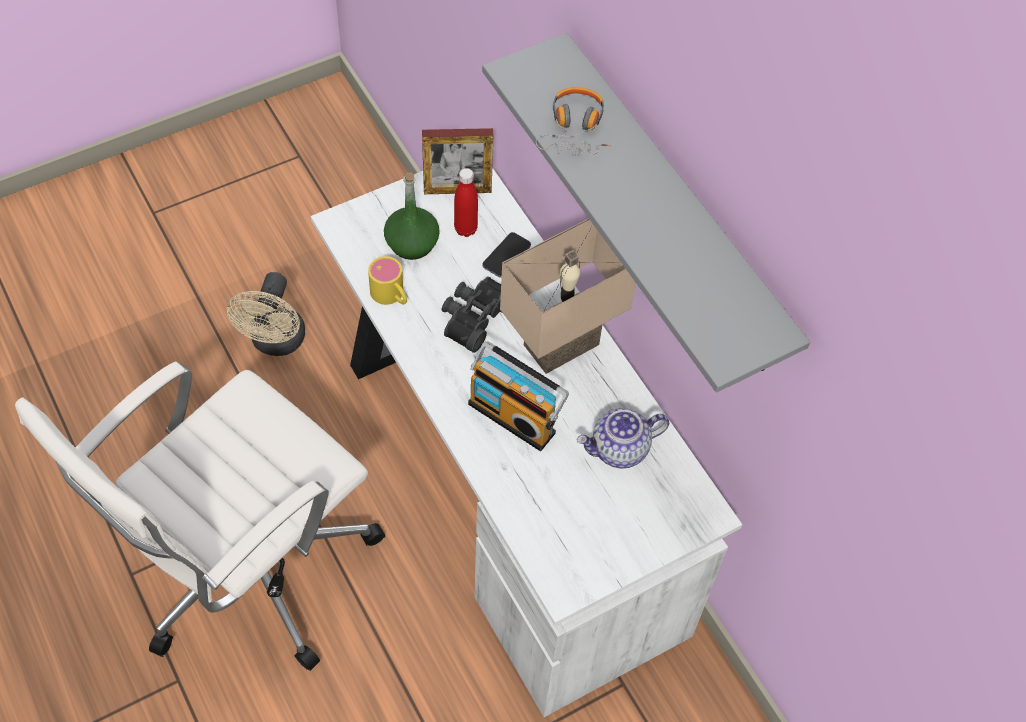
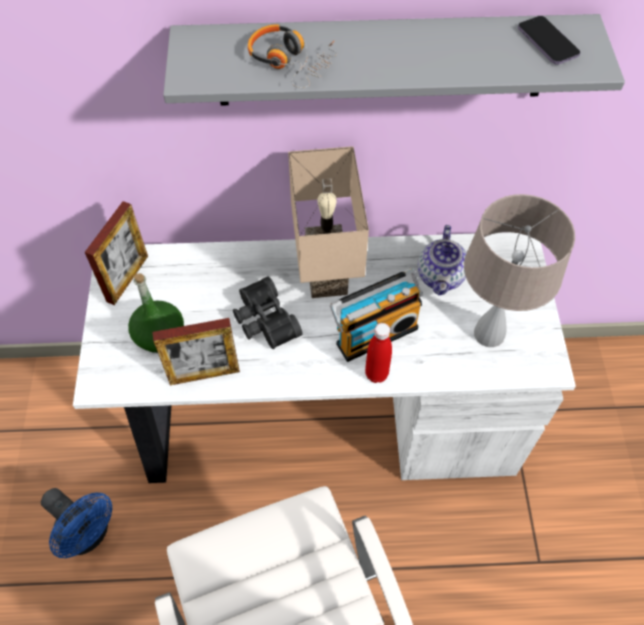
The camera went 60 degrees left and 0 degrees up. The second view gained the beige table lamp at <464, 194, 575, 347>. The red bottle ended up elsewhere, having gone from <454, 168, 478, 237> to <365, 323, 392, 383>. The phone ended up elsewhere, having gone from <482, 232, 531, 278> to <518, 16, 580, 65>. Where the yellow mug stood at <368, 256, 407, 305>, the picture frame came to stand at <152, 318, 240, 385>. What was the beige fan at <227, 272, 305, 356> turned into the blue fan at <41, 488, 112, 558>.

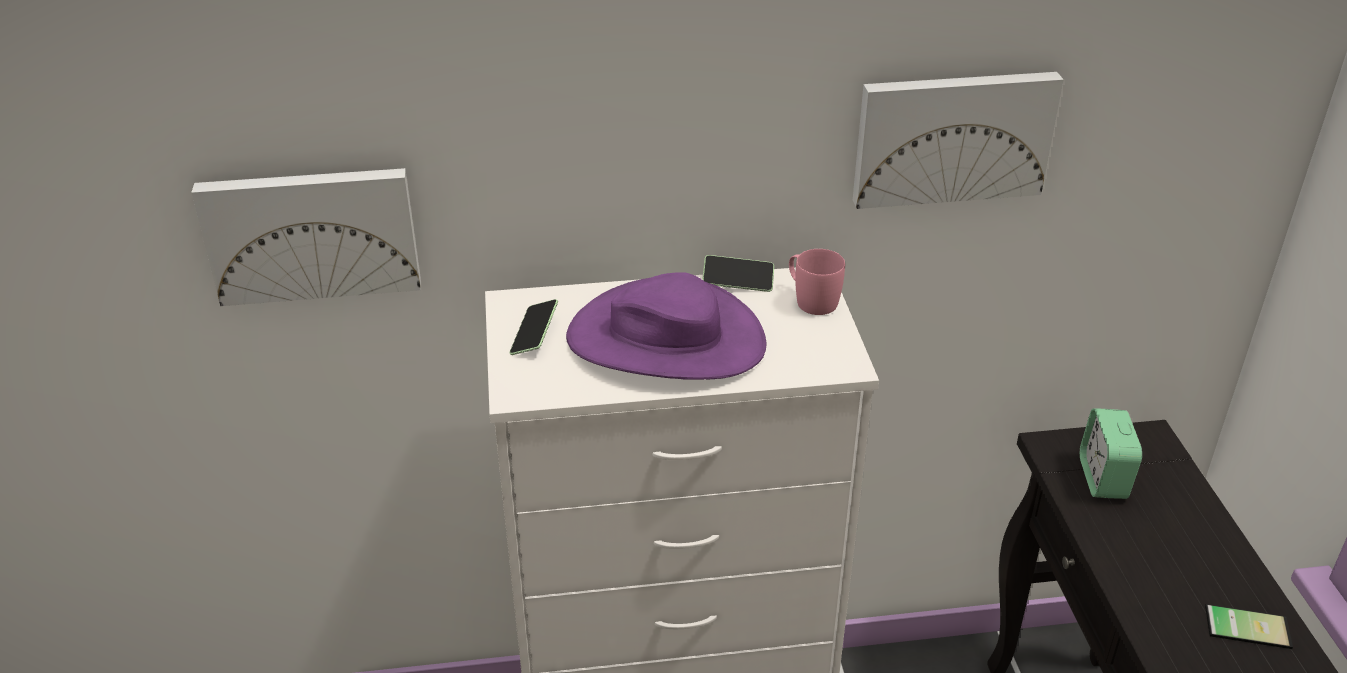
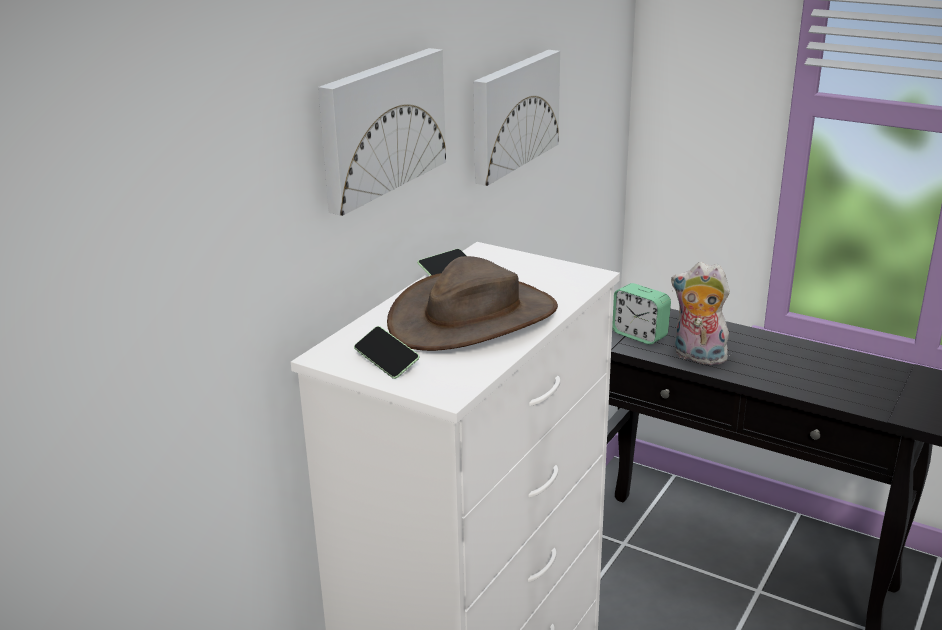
The camera went 50 degrees left and 10 degrees down. The second view lost the pink mug at <789, 249, 845, 315>. The second view lost the phone at <1205, 604, 1293, 649>. The second view gained the plush toy at <671, 262, 730, 365>. The picture ended up elsewhere, having gone from <191, 168, 421, 306> to <318, 48, 446, 216>. What was the purple hat at <566, 272, 767, 380> turned into the brown hat at <387, 256, 558, 351>.

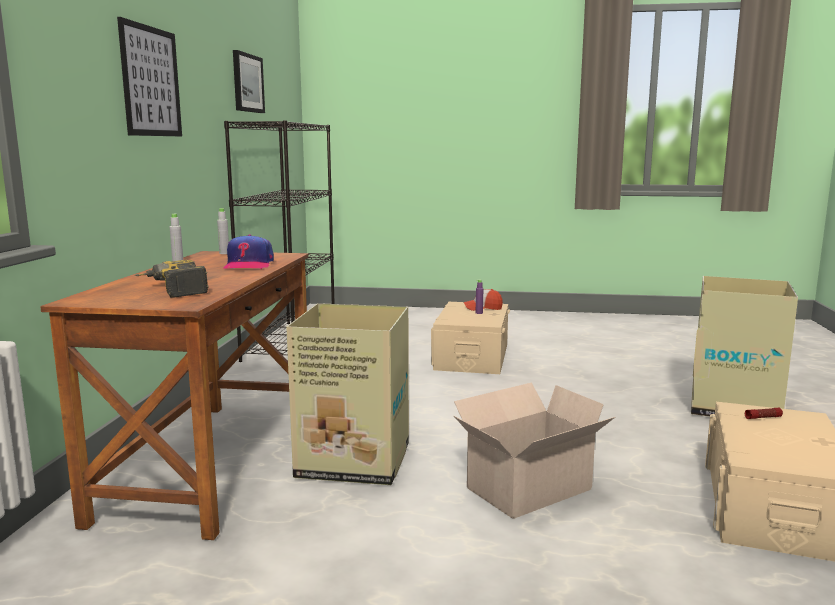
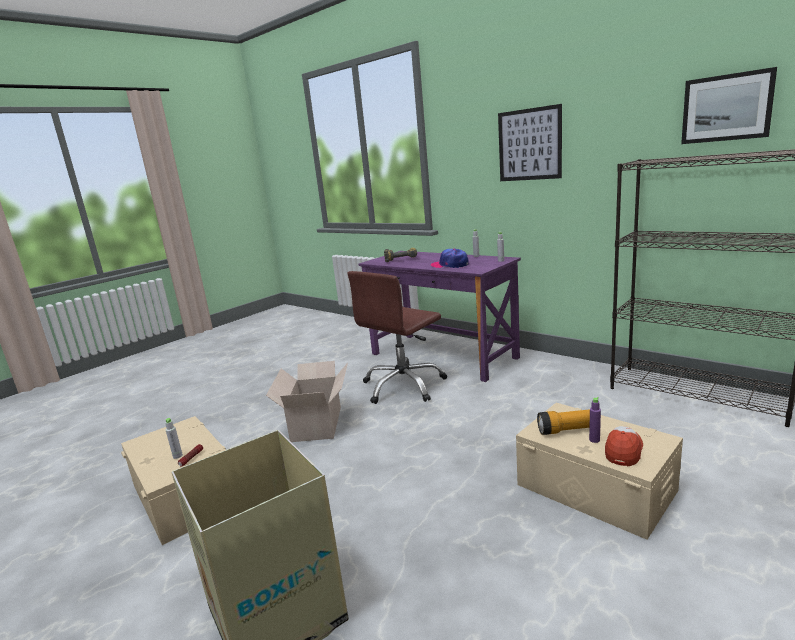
The camera went 125 degrees right and 5 degrees up. The second view gained the grey bottle at <165, 418, 183, 459>. The second view gained the flashlight at <537, 409, 590, 435>. Where the cardboard box stood at <286, 303, 409, 485>, the brown office chair came to stand at <347, 271, 447, 404>. What was the brown desk at <40, 251, 309, 540> turned into the purple desk at <358, 251, 521, 382>.

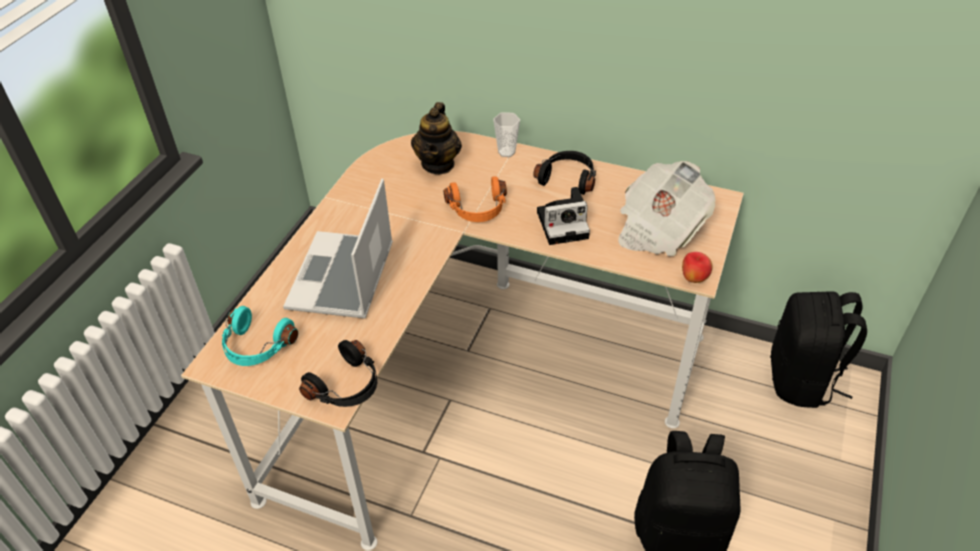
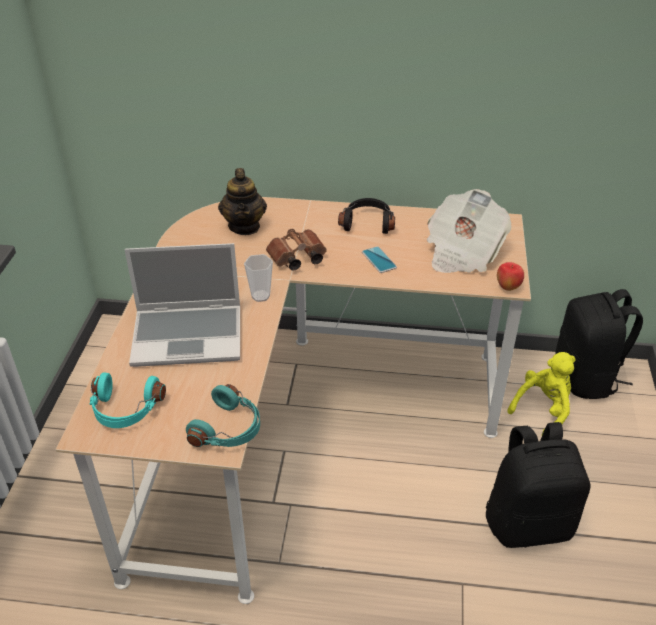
The camera went 15 degrees left and 5 degrees down. The second view gained the yellow plush toy at <507, 352, 576, 435>. The cup ended up elsewhere, having gone from <493, 112, 520, 157> to <244, 254, 273, 302>. Where the orange headphones stood at <444, 176, 507, 222>, the brown binoculars came to stand at <266, 229, 327, 271>. Where the photo camera stood at <537, 187, 590, 245>, the phone came to stand at <362, 246, 397, 273>. What was the black headphones at <299, 340, 377, 407> turned into the turquoise headphones at <186, 384, 260, 447>. The laptop at <283, 178, 393, 319> ended up facing another way, 90 degrees counterclockwise from before.

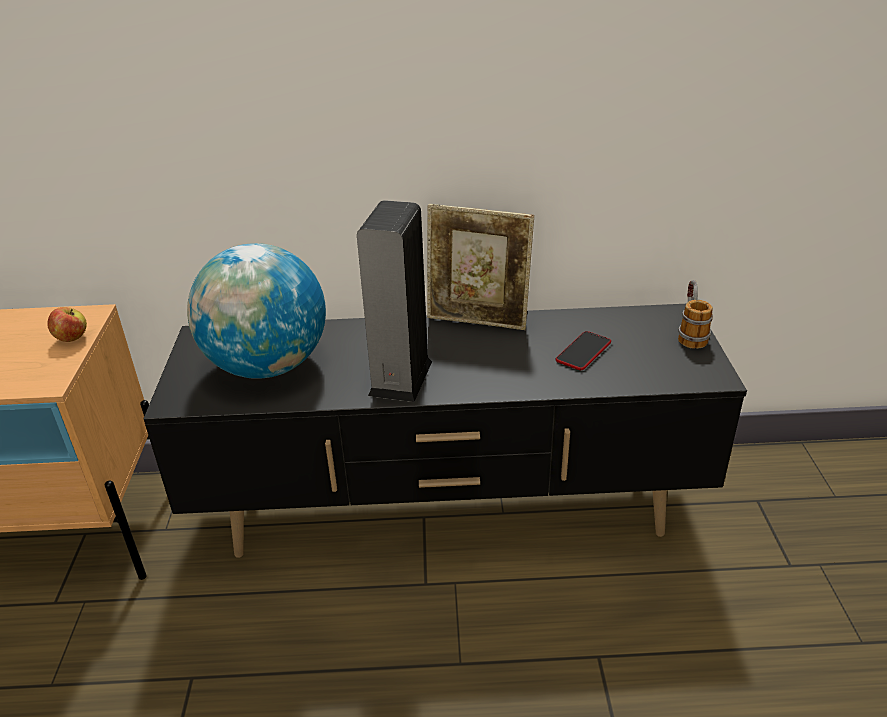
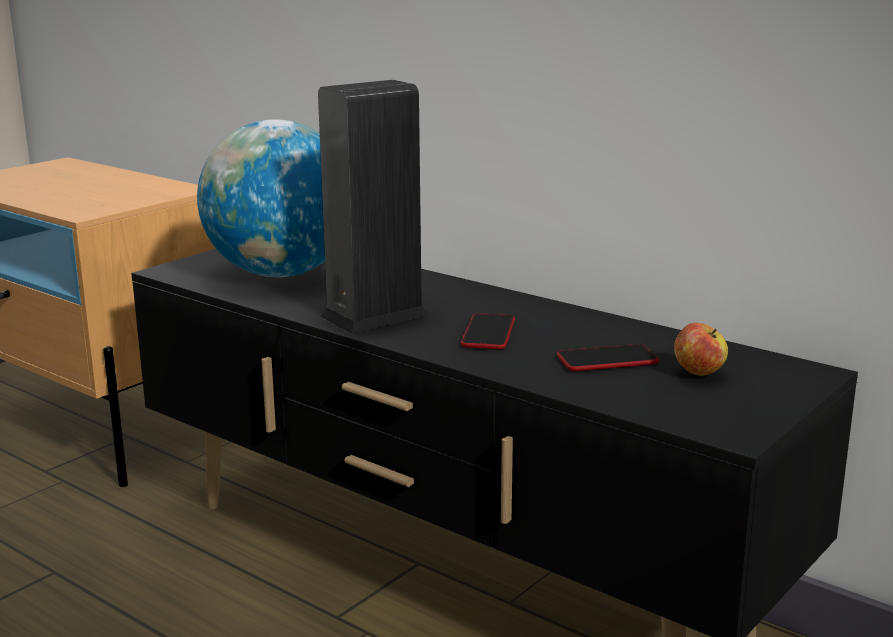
The camera went 40 degrees right and 15 degrees down. The second view lost the picture frame at <427, 204, 534, 330>. The second view lost the mug at <678, 280, 713, 349>. The second view gained the phone at <461, 313, 515, 349>. The apple ended up elsewhere, having gone from <47, 307, 87, 342> to <674, 323, 728, 376>.

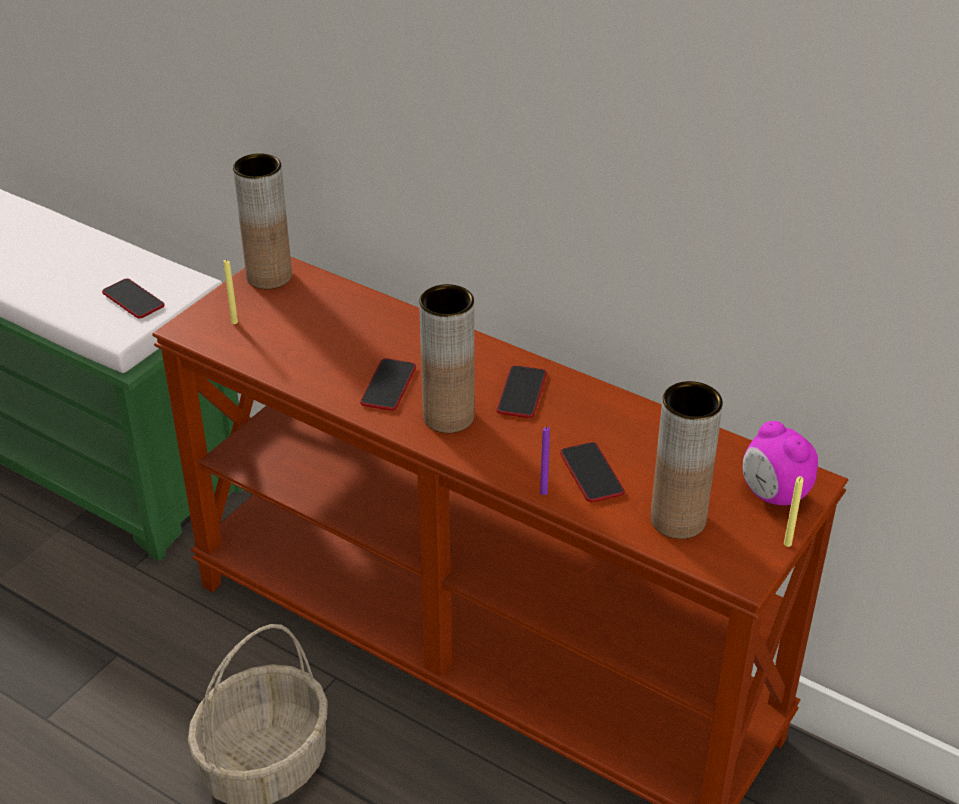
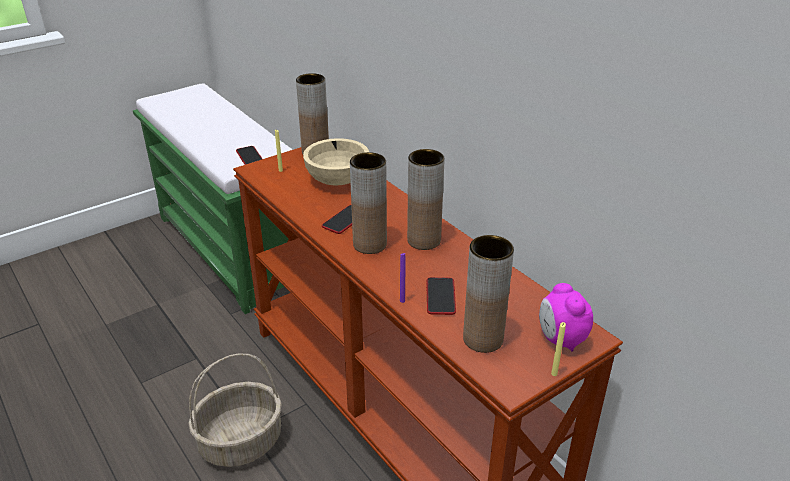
The camera went 20 degrees right and 5 degrees down. The second view gained the beige bowl at <303, 138, 369, 185>. Where the phone stood at <496, 365, 547, 418>, the brown vase came to stand at <407, 149, 445, 250>.

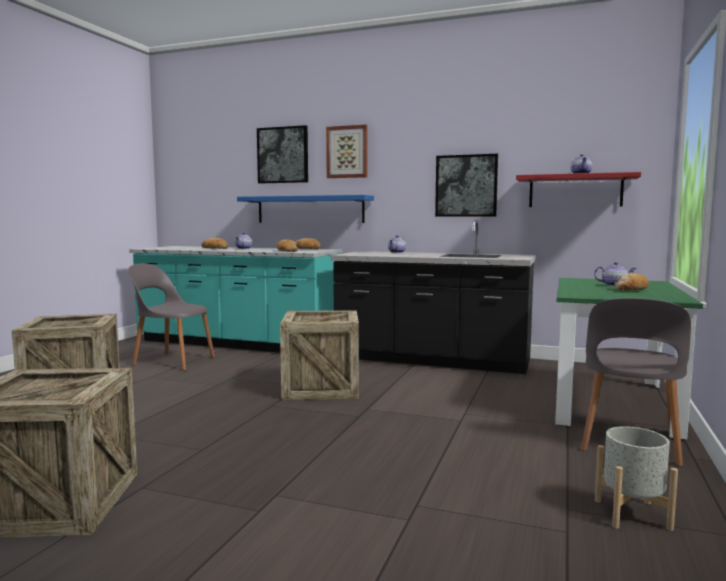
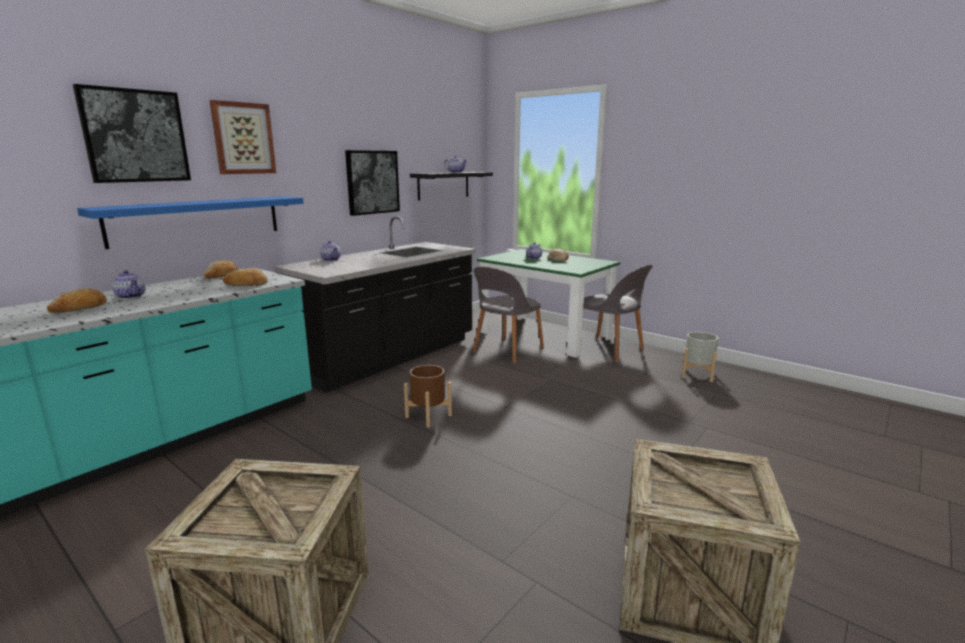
The camera went 70 degrees left and 10 degrees up. The grey chair ended up elsewhere, having gone from <128, 263, 215, 370> to <473, 267, 544, 365>. Where the crate stood at <280, 310, 359, 400>, the brown planter came to stand at <404, 365, 452, 428>. What was the red shelf at <516, 172, 641, 207> turned into the black shelf at <410, 172, 493, 201>.

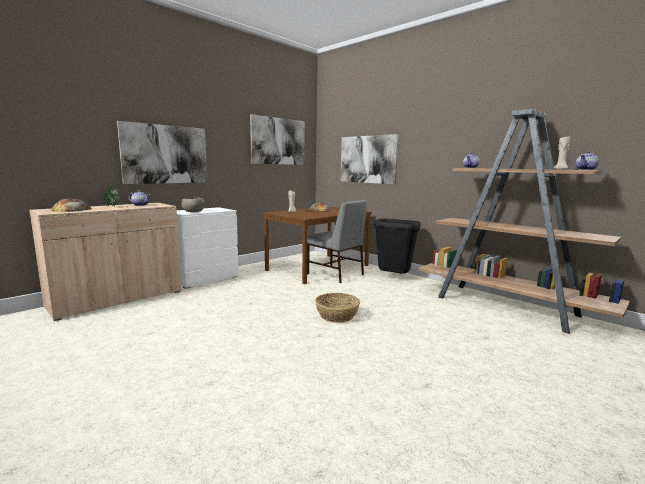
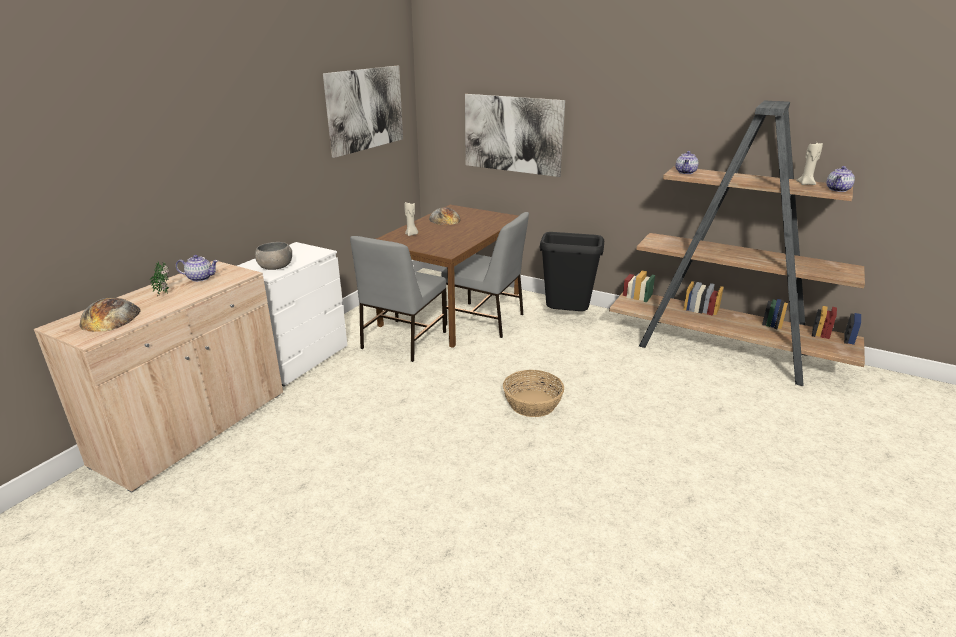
The camera went 15 degrees left and 15 degrees up. The second view lost the picture at <117, 121, 207, 184>. The second view gained the grey chair at <350, 236, 446, 362>.

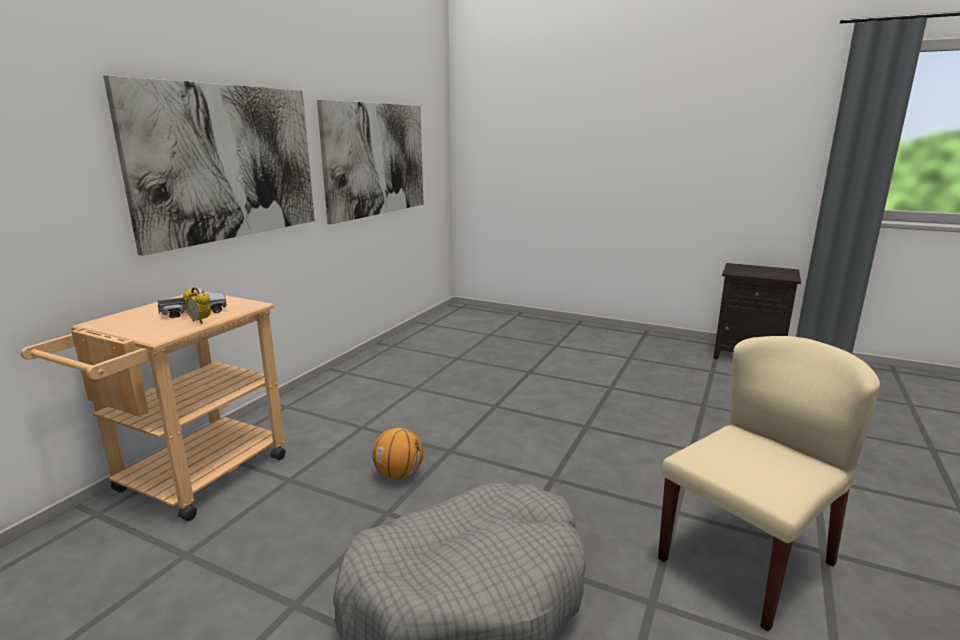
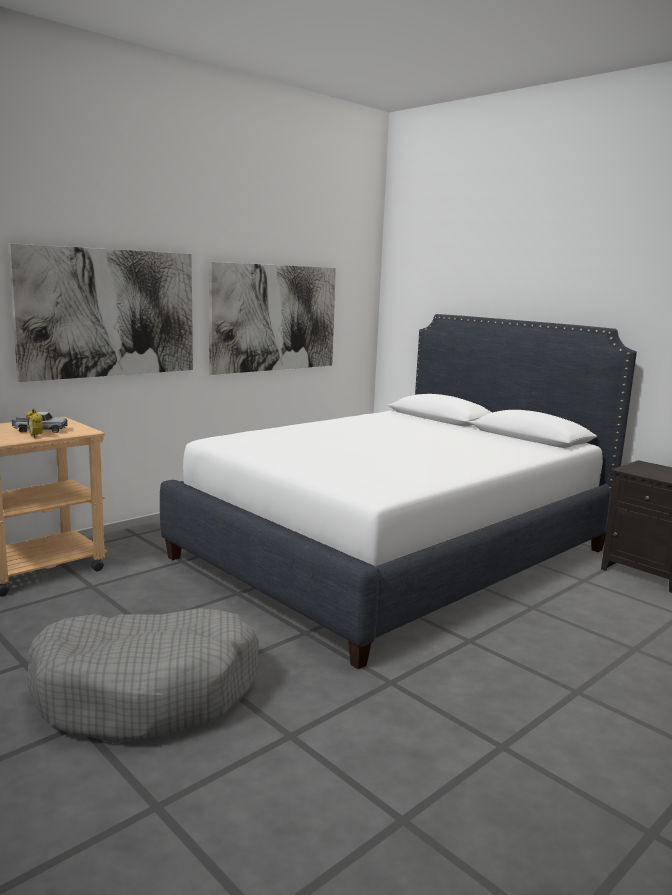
The camera went 20 degrees right and 5 degrees down. The second view lost the basketball at <372, 428, 423, 479>. The second view lost the beige chair at <658, 336, 880, 631>. The second view gained the white bed at <160, 314, 637, 669>.

